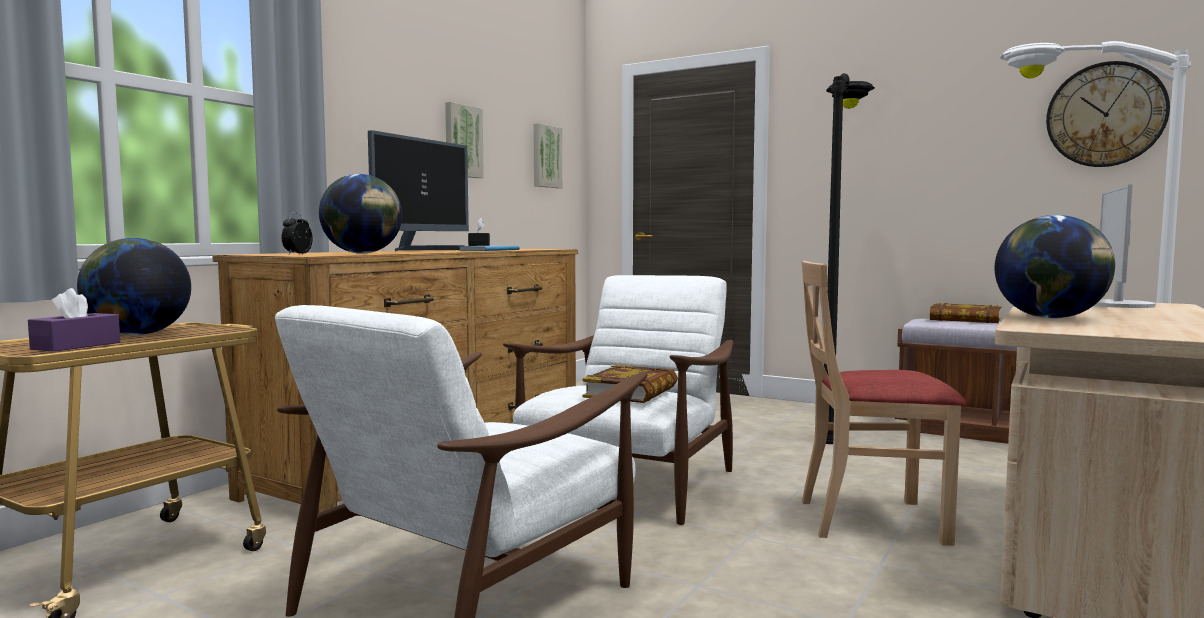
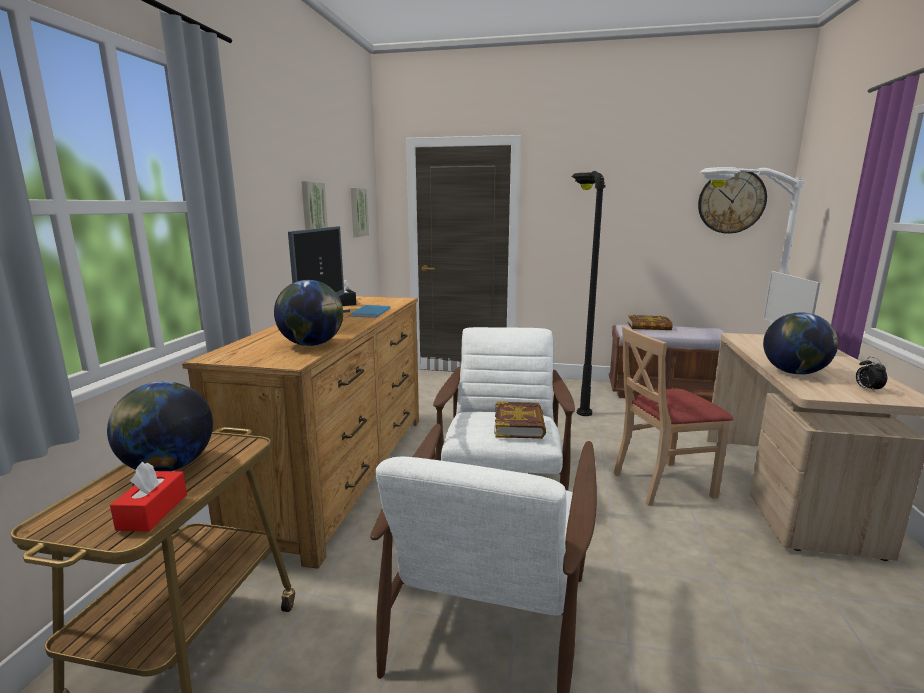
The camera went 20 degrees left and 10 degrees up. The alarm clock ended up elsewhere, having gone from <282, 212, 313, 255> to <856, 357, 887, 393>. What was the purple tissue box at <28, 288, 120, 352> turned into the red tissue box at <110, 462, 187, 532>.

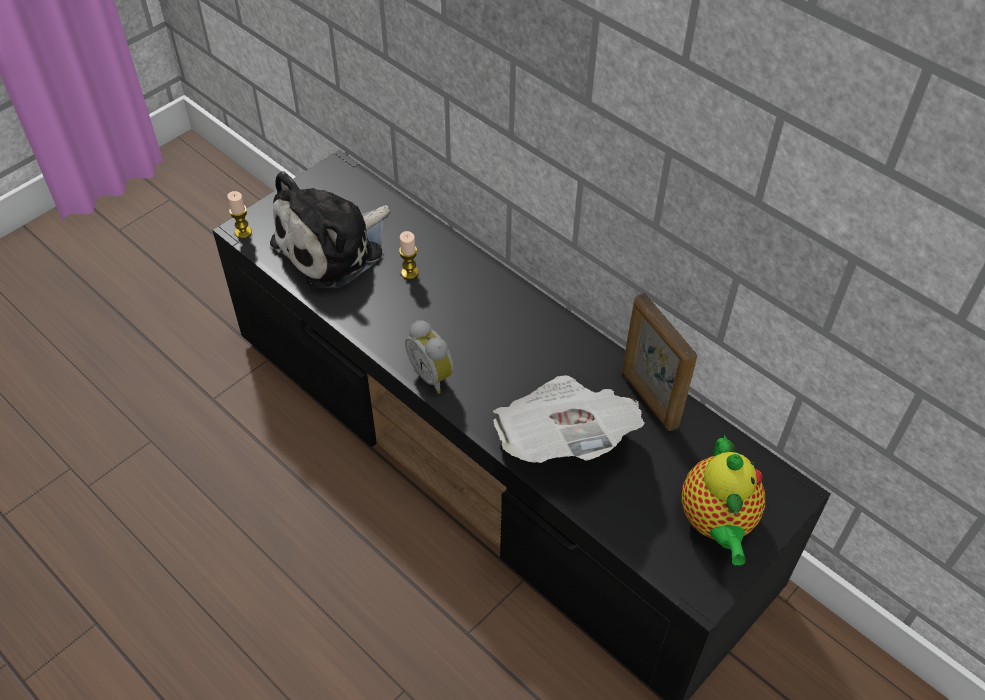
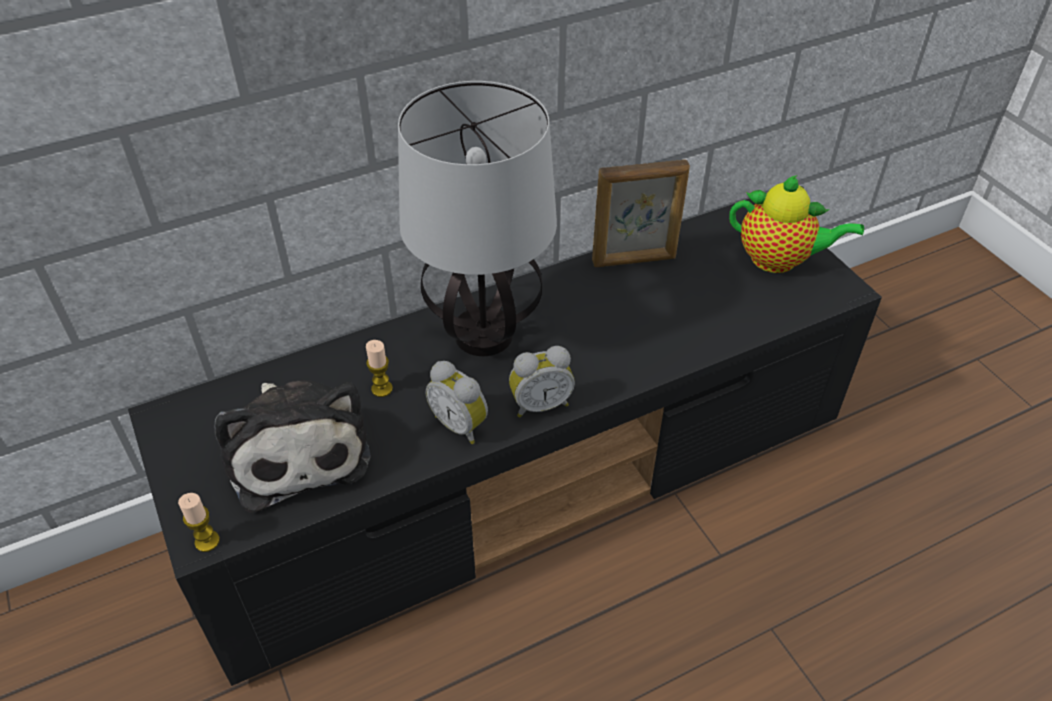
The camera went 70 degrees left and 5 degrees down. The second view lost the newspaper at <493, 375, 645, 463>. The second view gained the table lamp at <398, 81, 557, 356>. The second view gained the alarm clock at <426, 361, 488, 444>.

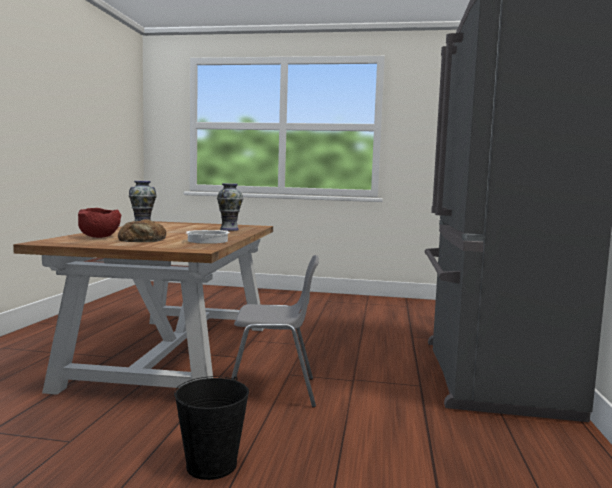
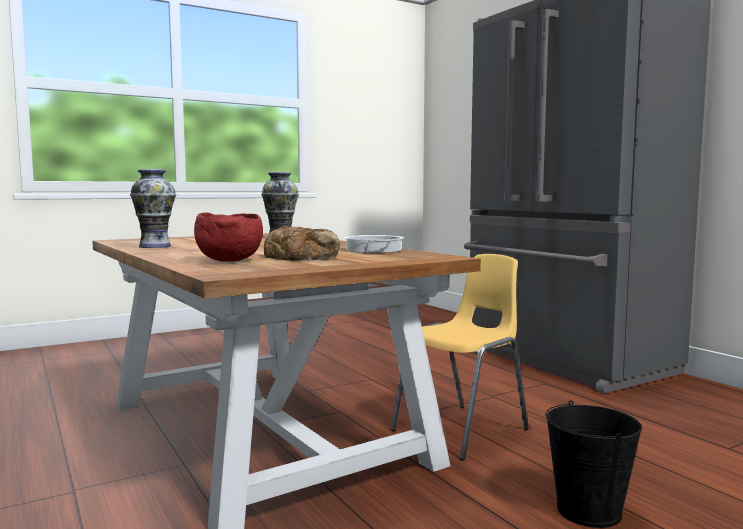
The camera went 40 degrees left and 0 degrees up. What was the grey chair at <231, 255, 319, 408> turned into the yellow chair at <391, 254, 529, 460>.

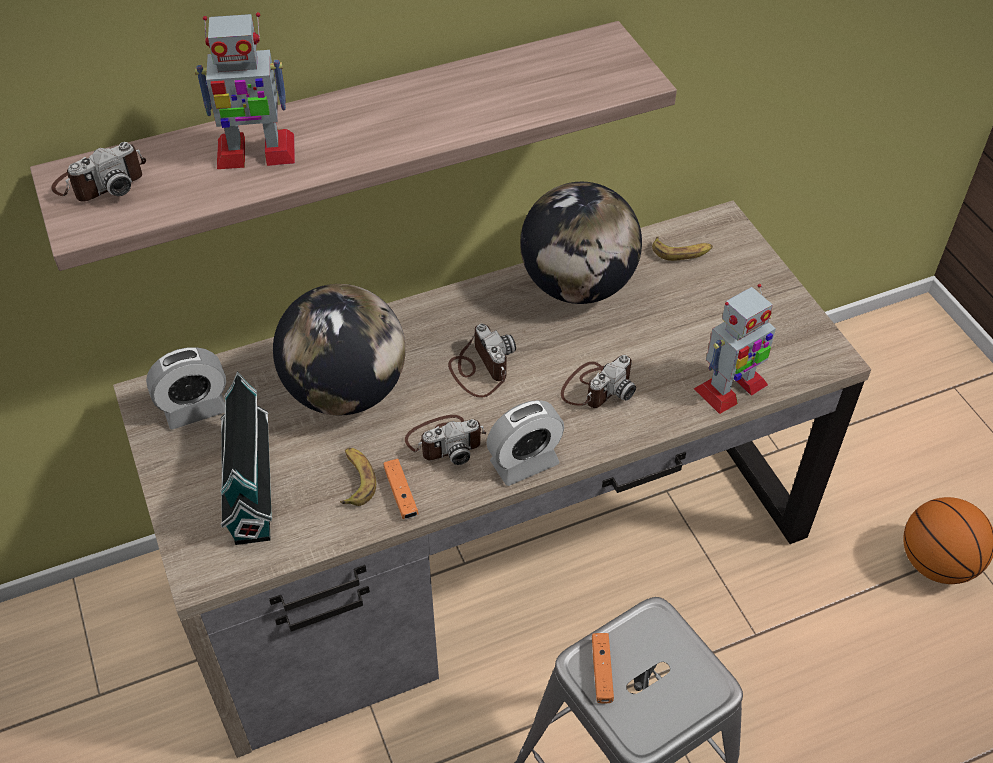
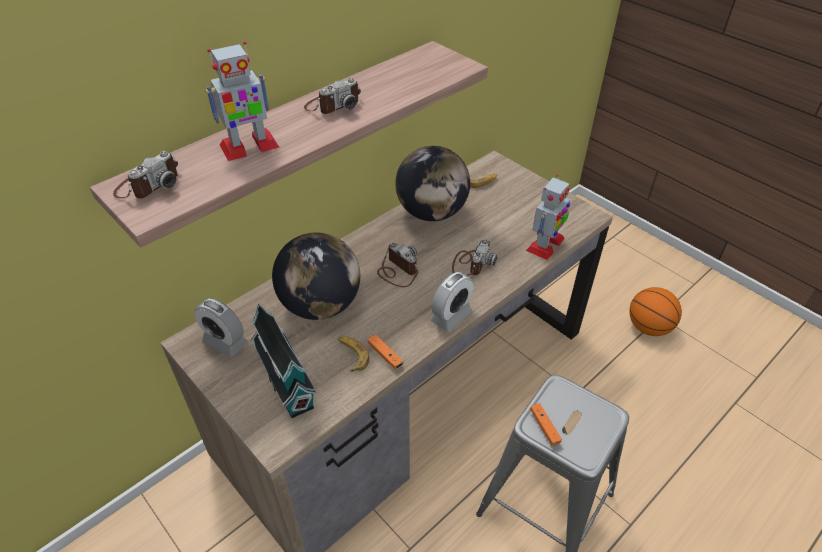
The camera went 20 degrees left and 5 degrees down. The photo camera ended up elsewhere, having gone from <405, 415, 486, 465> to <304, 78, 361, 114>. The alarm clock at <146, 347, 226, 430> ended up facing another way, 75 degrees clockwise from before.

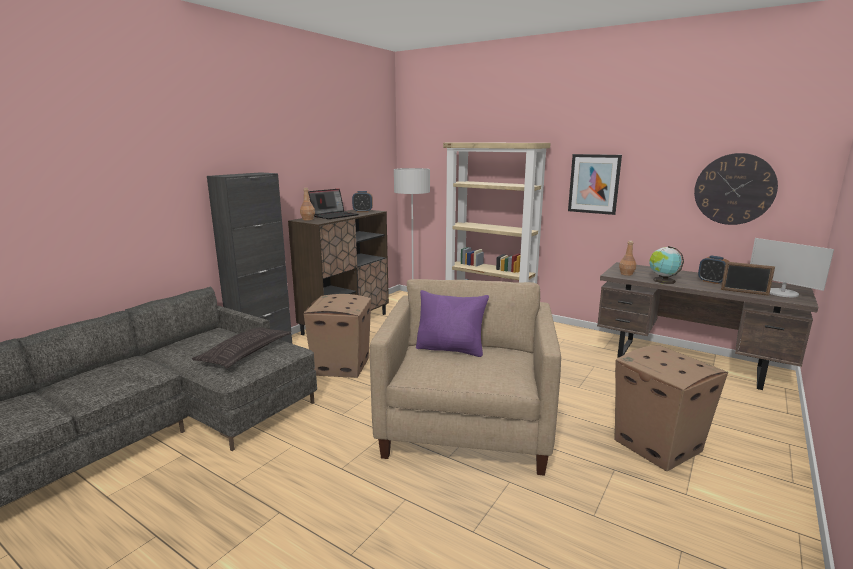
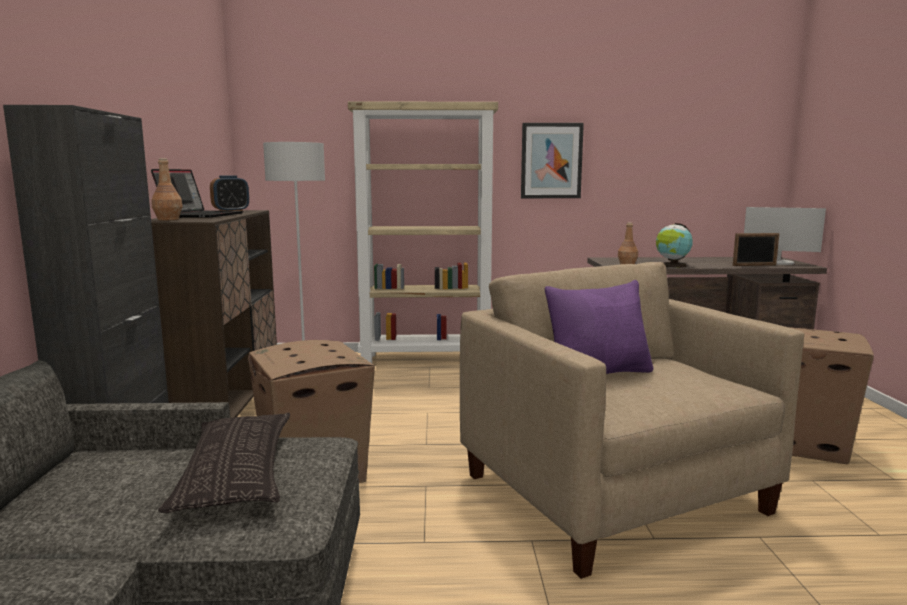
The camera went 35 degrees left and 5 degrees down. The second view lost the wall clock at <694, 153, 778, 225>. The second view lost the alarm clock at <698, 256, 729, 284>.

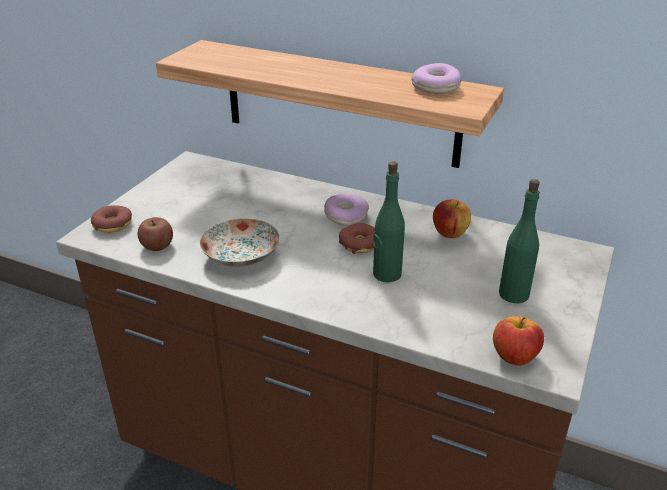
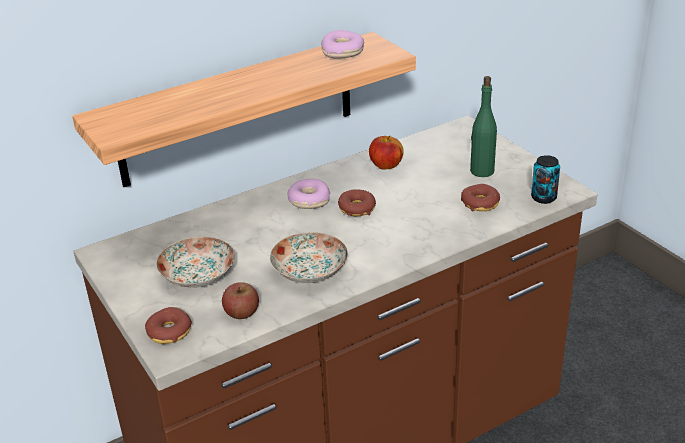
The camera went 55 degrees left and 0 degrees up. The second view lost the green bottle at <373, 161, 405, 282>. The second view gained the plate at <156, 237, 234, 288>. The second view gained the donut at <461, 184, 500, 211>. Where the apple stood at <493, 316, 544, 366>, the can came to stand at <531, 155, 560, 204>.

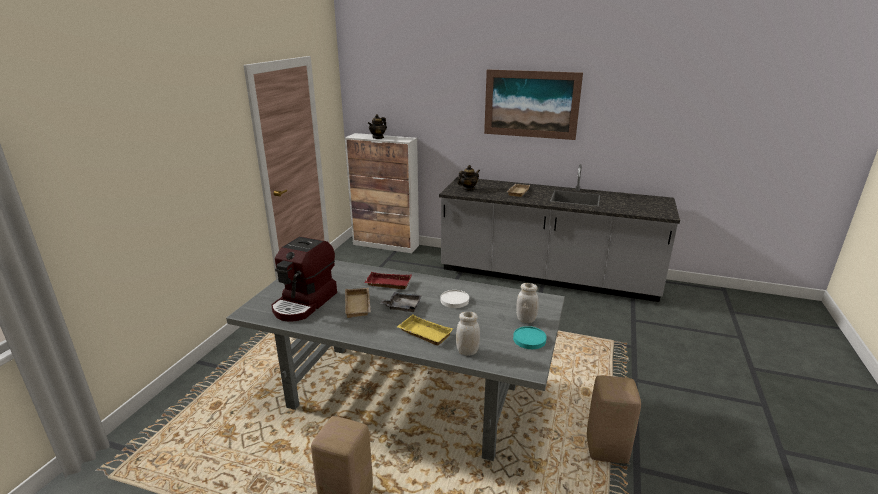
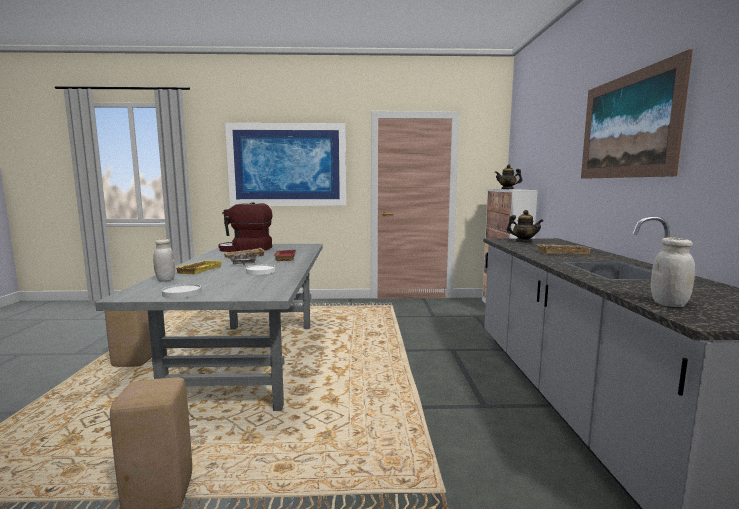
The camera went 70 degrees right and 15 degrees down. The second view gained the picture at <225, 123, 346, 206>. The white jar ended up elsewhere, having gone from <516, 283, 538, 323> to <651, 237, 695, 307>. What was the turquoise plate at <513, 326, 547, 349> turned into the white plate at <162, 284, 201, 298>.

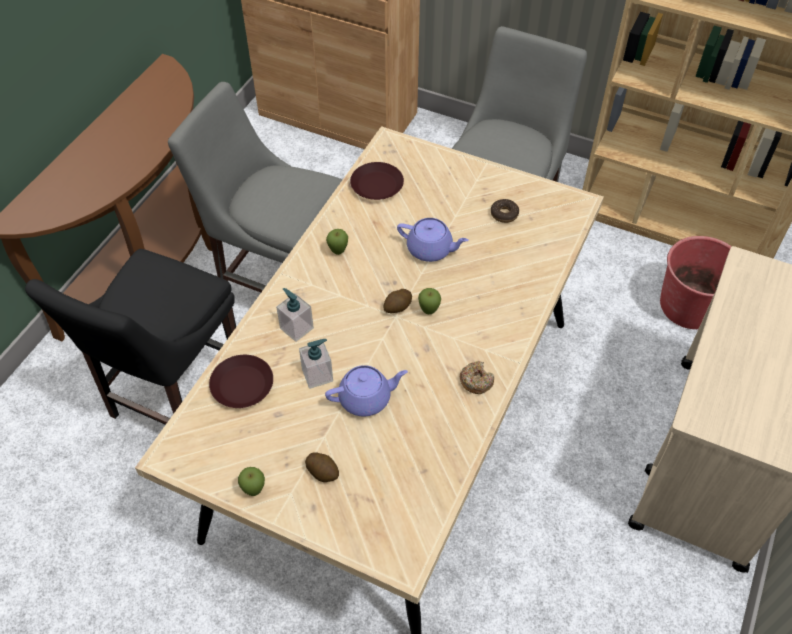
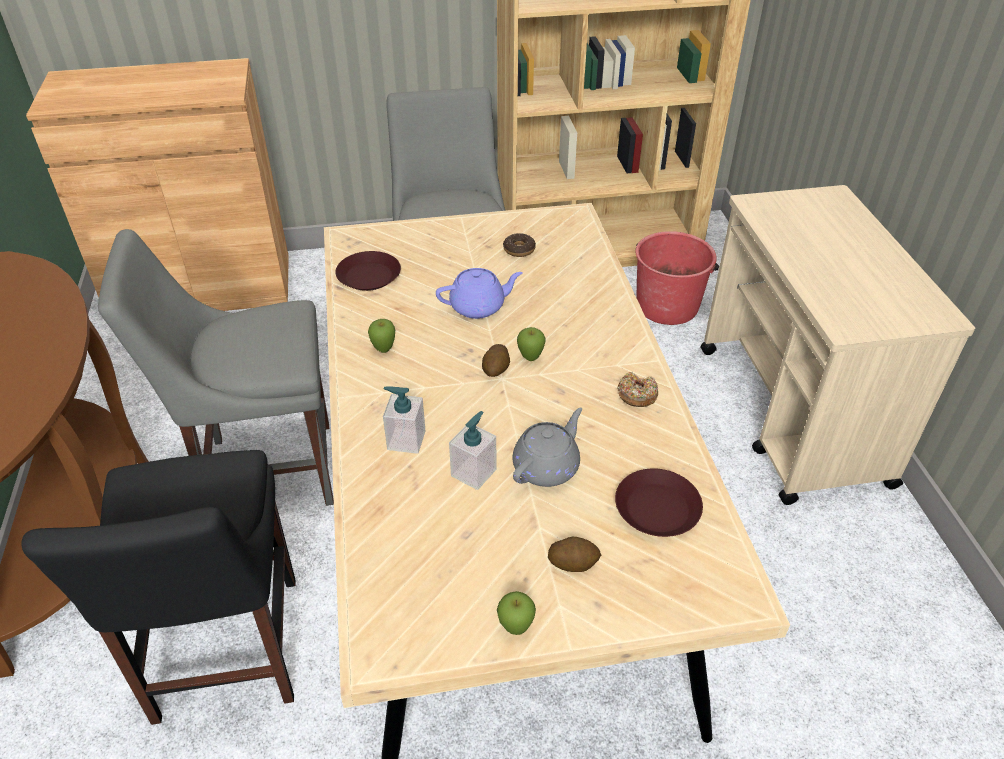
The camera went 35 degrees left and 10 degrees down. The brown plate ended up elsewhere, having gone from <209, 355, 273, 408> to <615, 468, 703, 537>. What was the purple teapot at <325, 365, 408, 416> turned into the grey teapot at <513, 408, 582, 487>.

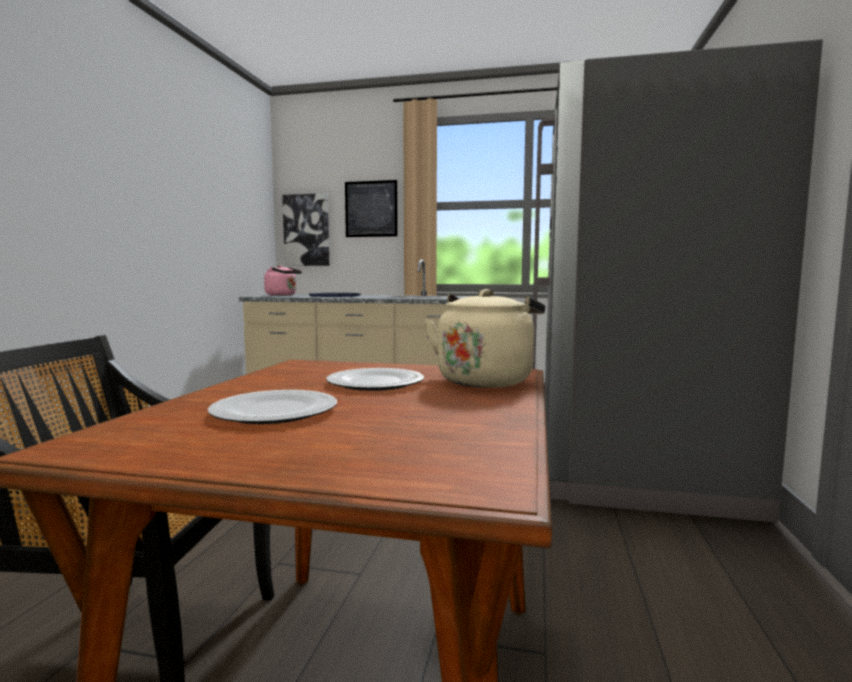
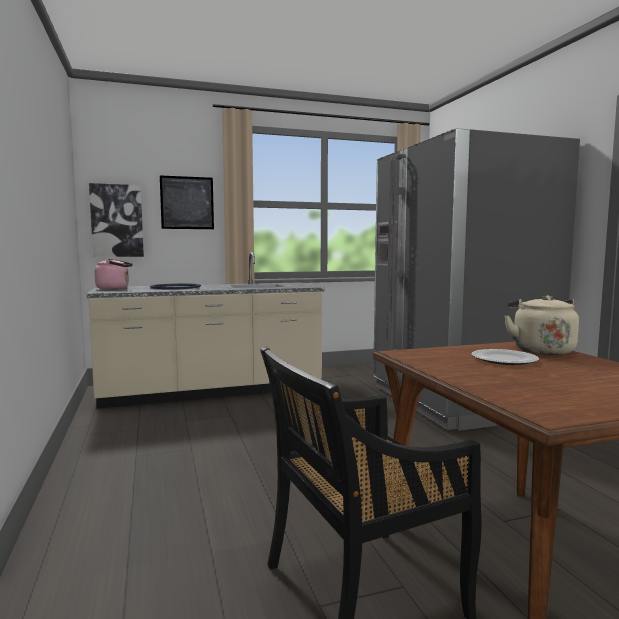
The camera went 30 degrees left and 0 degrees up. The second view lost the plate at <208, 390, 337, 424>.

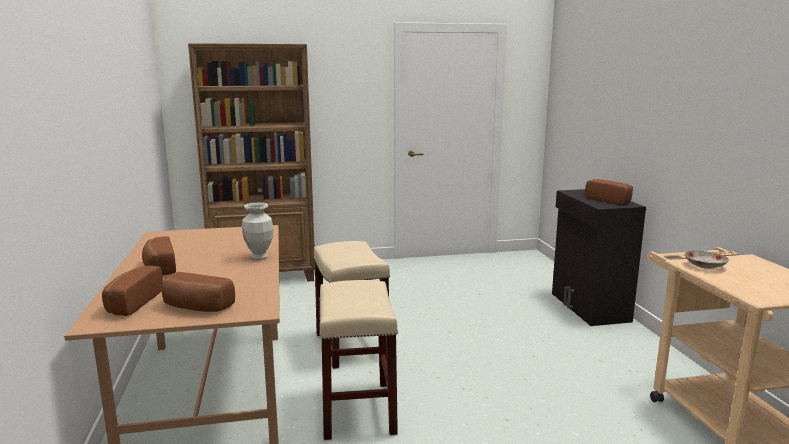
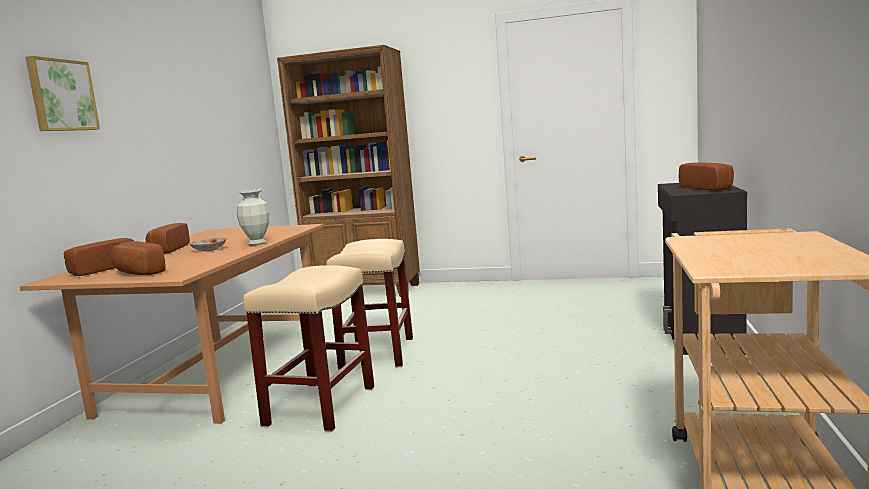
The camera went 25 degrees right and 5 degrees down. The second view gained the picture at <25, 56, 100, 131>. The plate ended up elsewhere, having gone from <685, 251, 729, 269> to <189, 238, 227, 251>.

